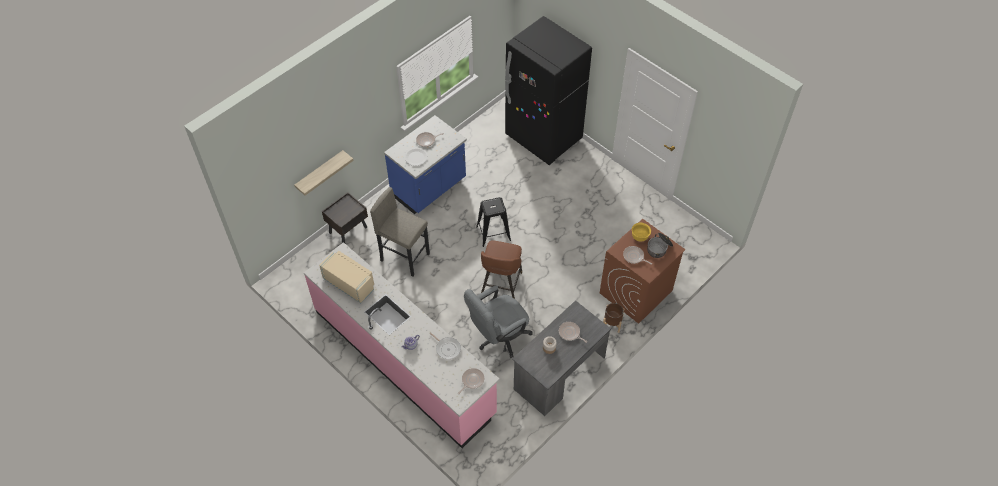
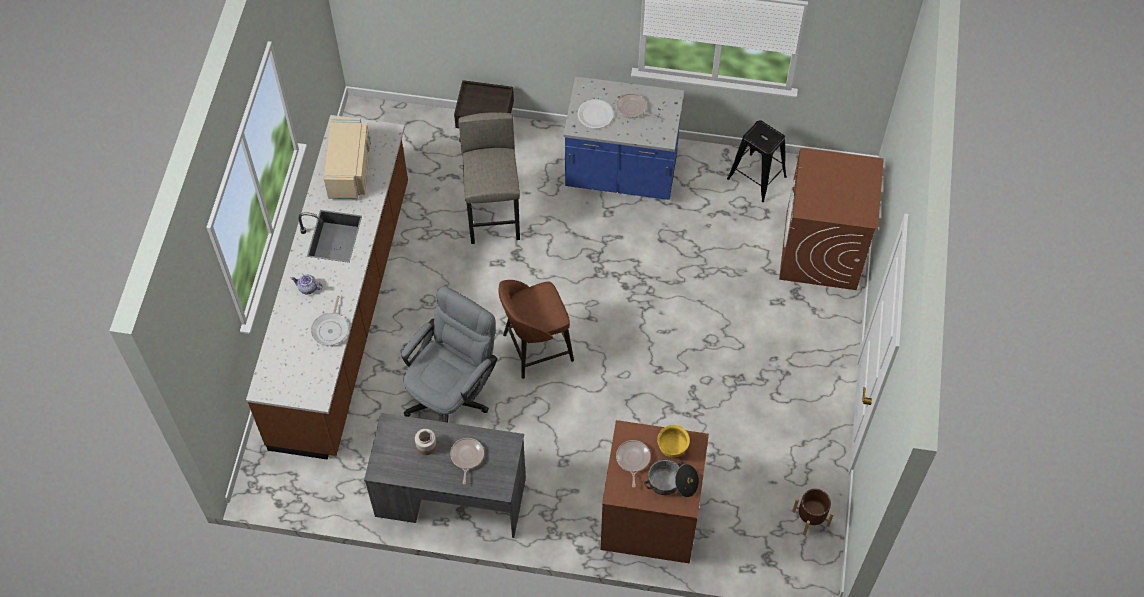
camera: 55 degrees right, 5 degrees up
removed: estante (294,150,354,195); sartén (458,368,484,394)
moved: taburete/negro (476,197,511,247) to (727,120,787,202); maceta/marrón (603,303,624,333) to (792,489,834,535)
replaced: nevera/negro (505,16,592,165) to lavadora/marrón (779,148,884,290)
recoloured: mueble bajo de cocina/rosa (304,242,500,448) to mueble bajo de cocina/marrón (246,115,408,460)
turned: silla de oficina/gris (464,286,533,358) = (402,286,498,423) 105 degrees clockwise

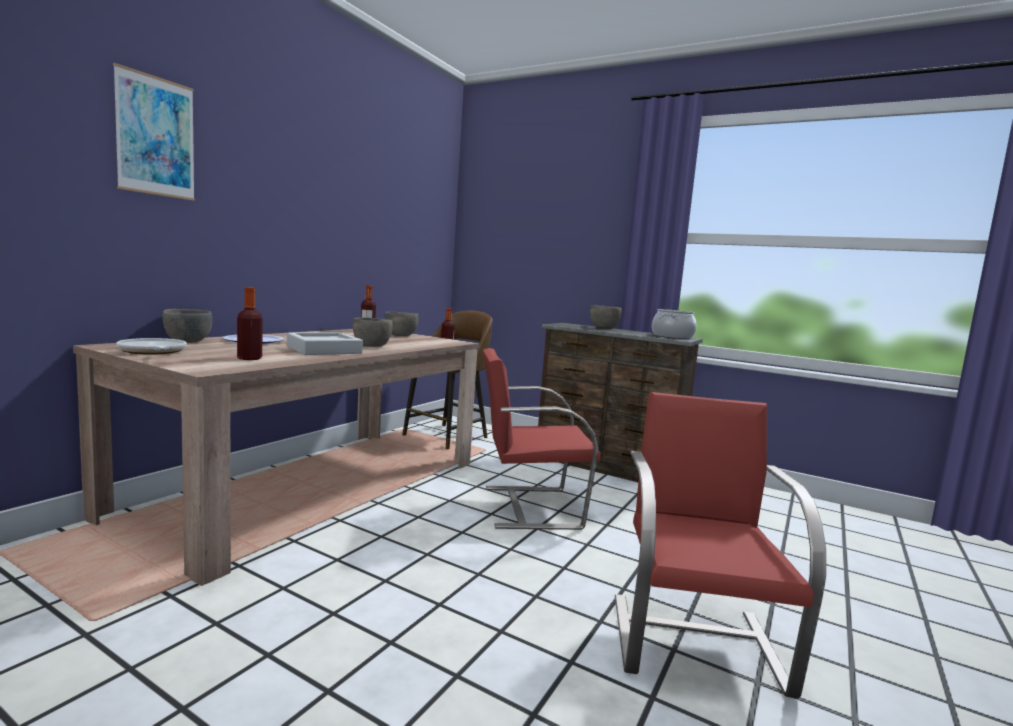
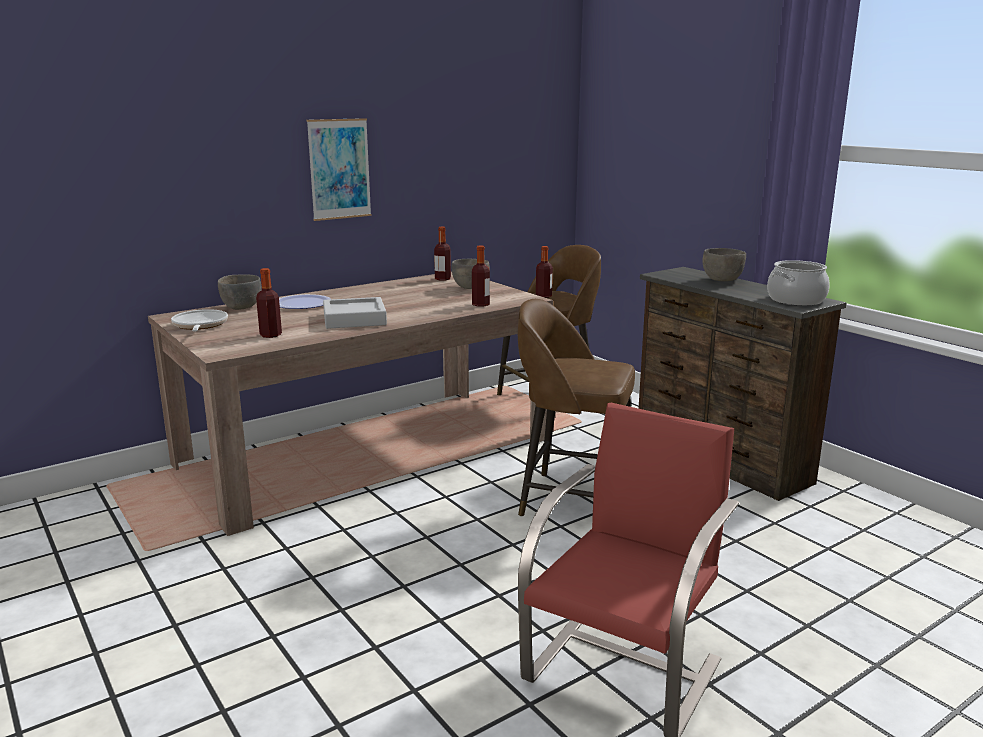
camera: 25 degrees right, 10 degrees up
removed: cuenco/gris (353,317,393,347)
added: botella (472,245,490,307)
moved: cuadro (113,63,195,201) to (307,118,372,221)
replaced: silla/rojo (483,348,601,530) to taburete/marrón (518,299,635,516)

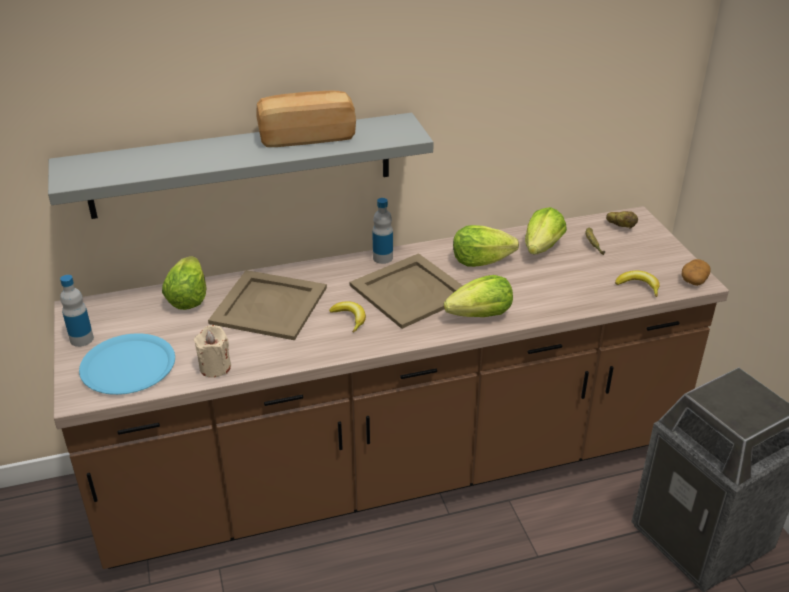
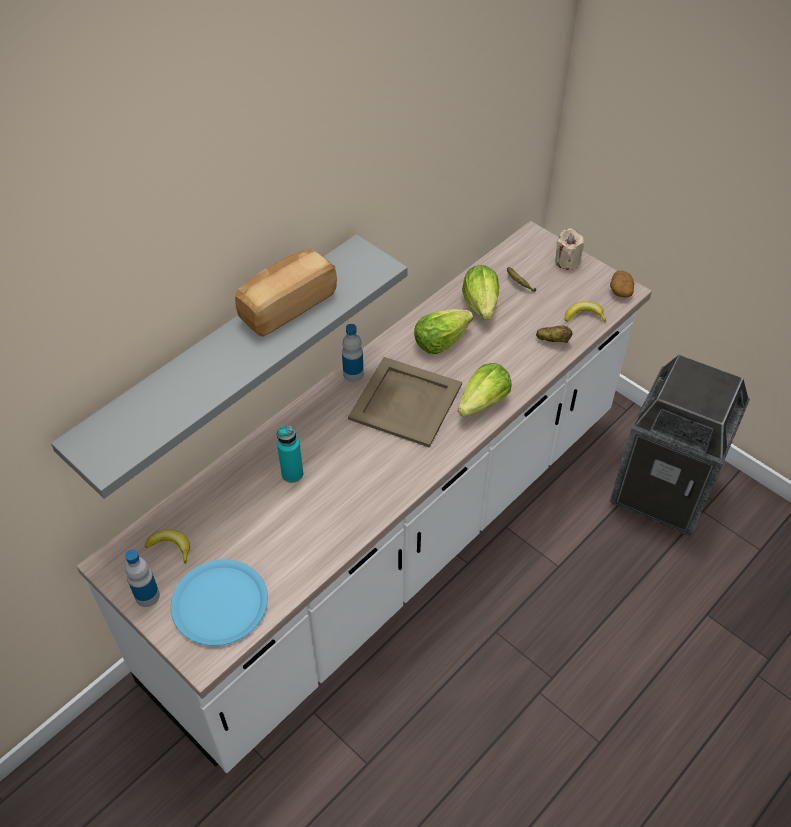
camera: 30 degrees left, 15 degrees up
removed: lechuga (162,256,207,310)
moved: plátano (329,301,366,333) to (145,529,190,564); patata (606,211,638,229) to (536,326,573,343); vela/beis (194,325,231,377) to (555,228,584,270)
replaced: bandeja/beis (208,270,327,340) to botella/turquesa (277,426,303,483)
recoloured: mueble bajo de cocina/marrón (54,206,729,569) to mueble bajo de cocina/blanco (76,221,652,773)

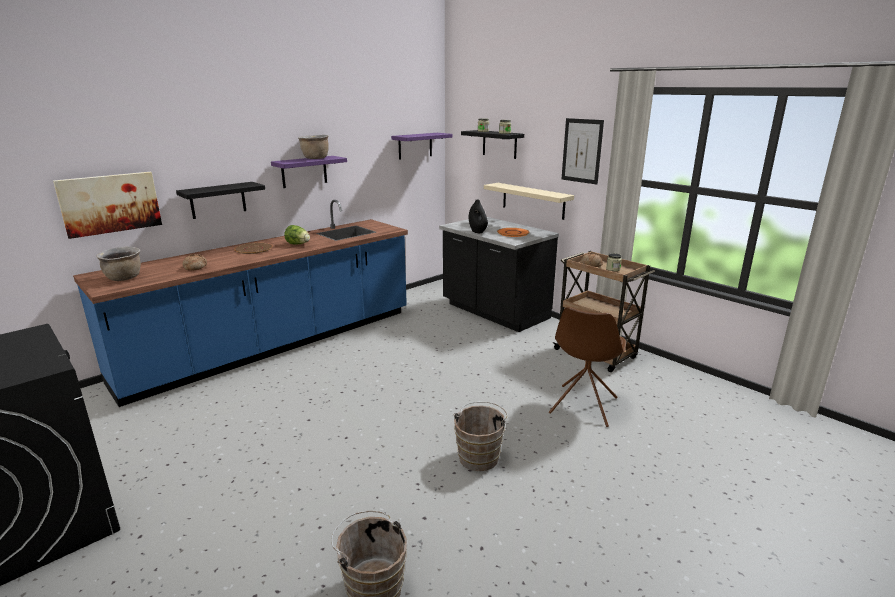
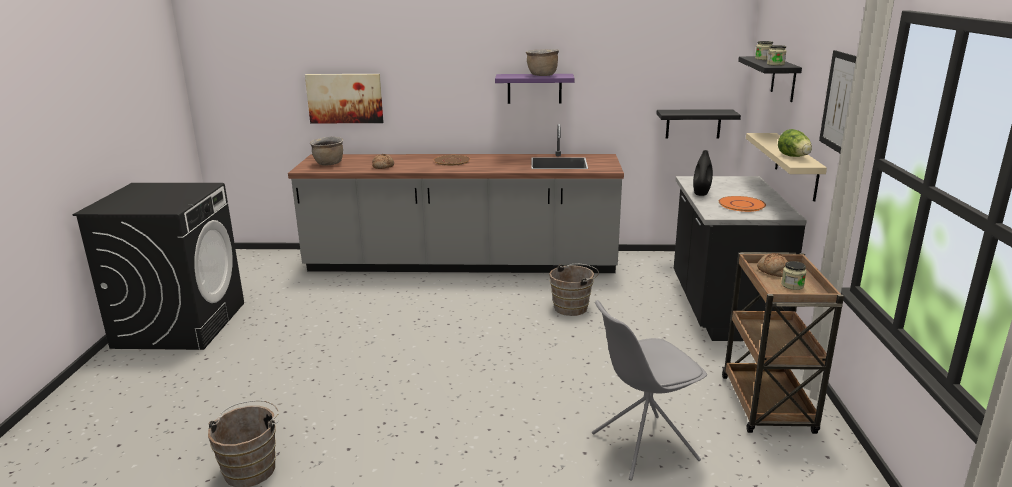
camera: 45 degrees right, 0 degrees up
removed: estante/morado (391,133,452,160)
moved: cubo/marrón (453,402,509,471) to (549,264,599,316); estante/negro (176,182,265,219) to (656,109,741,139); lechuga (284,225,310,245) to (778,129,812,157)
recoloured: mueble bajo de cocina/azul (73,200,408,407) to mueble bajo de cocina/gris (288,124,624,273); silla/marrón (549,307,626,427) to silla/gris (592,300,707,481)

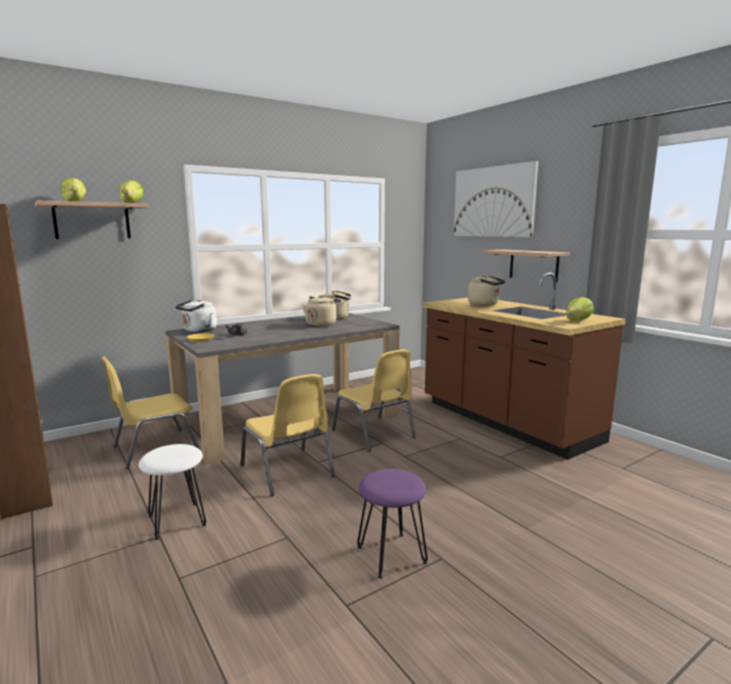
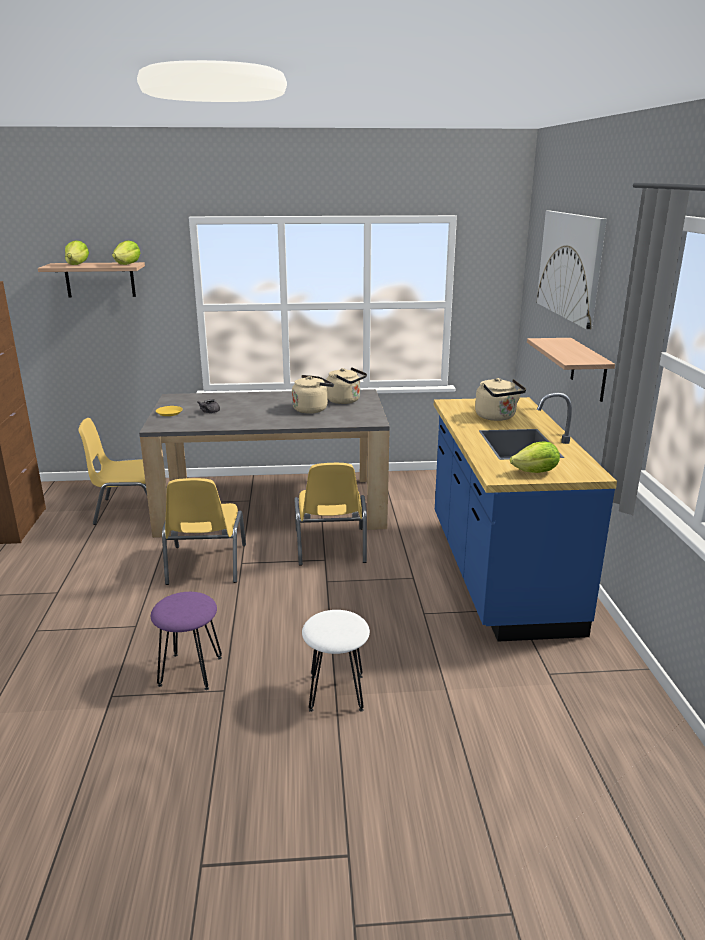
camera: 30 degrees right, 10 degrees up
removed: hervidor/blanco (175,299,217,332)
moved: taburete/blanco (139,444,206,540) to (302,610,370,712)
recoloured: mueble bajo de cocina/marrón (423,272,626,460) to mueble bajo de cocina/azul (434,392,617,642)

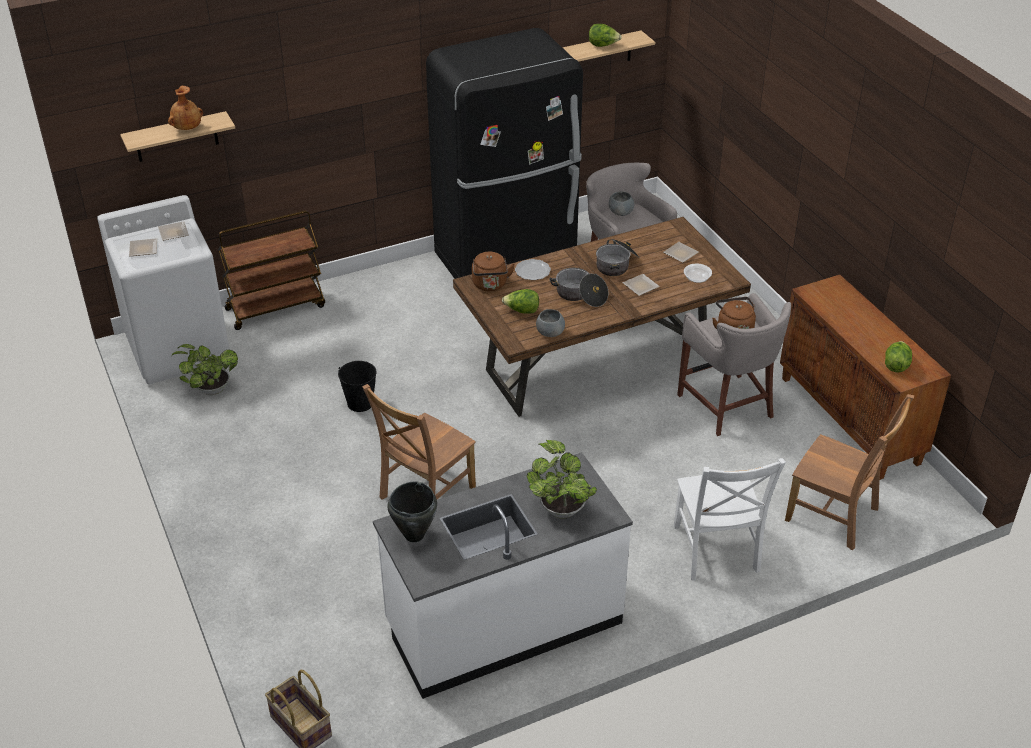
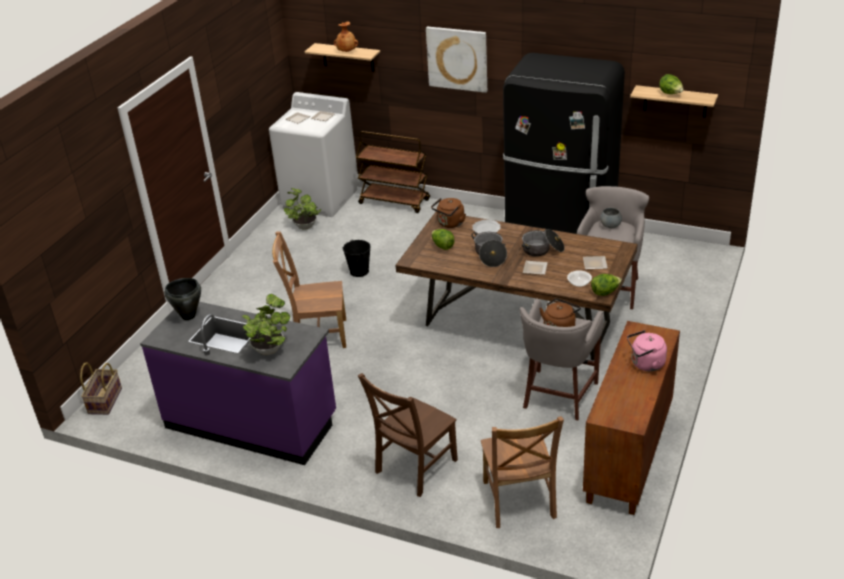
camera: 50 degrees right, 5 degrees down
removed: cuenco/gris (536,309,565,337)
added: cuadro (426,27,487,93); hervidor/rosa (627,330,667,371)
moved: lechuga (885,341,912,372) to (591,274,622,296)
recoloured: mueble bajo de cocina/blanco (373,452,633,699) to mueble bajo de cocina/morado (140,302,336,465); silla/blanco (674,458,786,581) to silla/marrón (358,373,458,497)

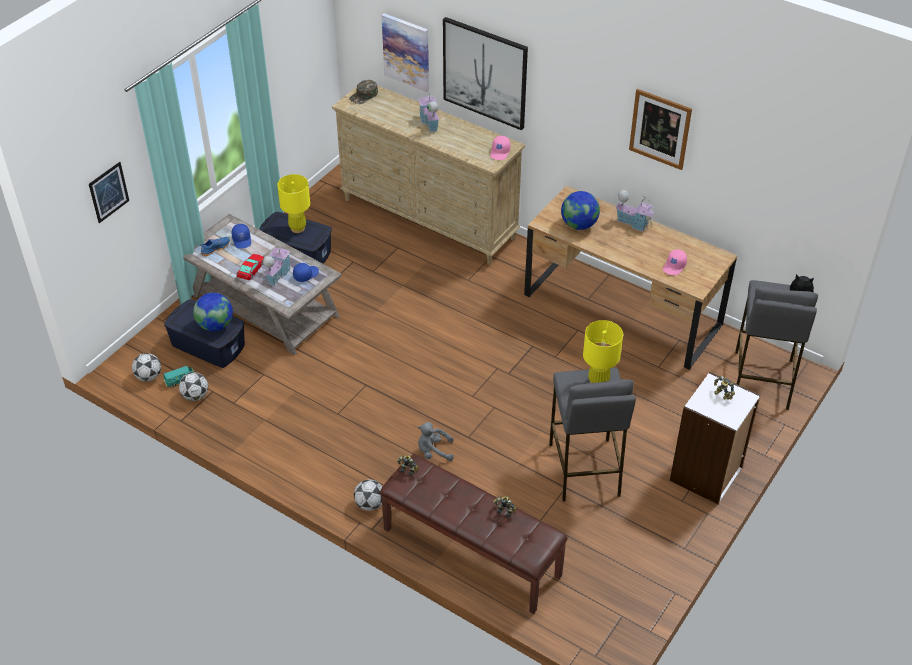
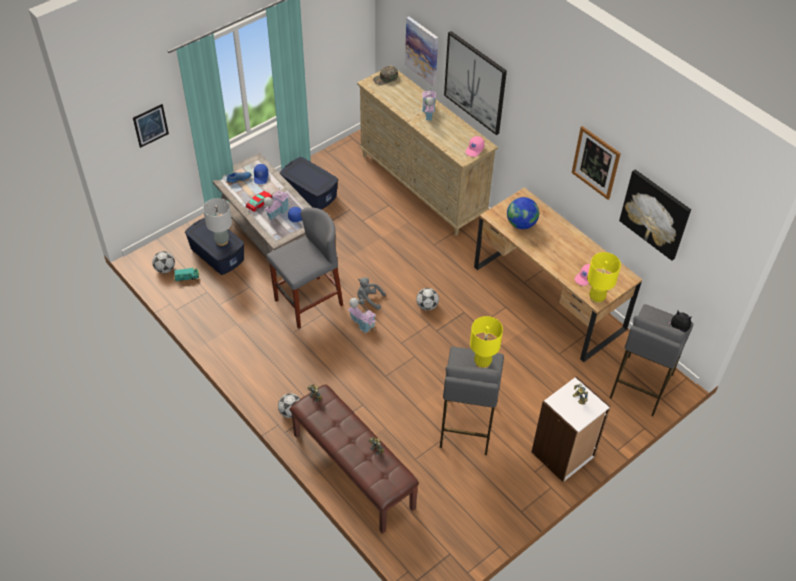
camera: 15 degrees right, 5 degrees up
added: taburete/gris (267,207,343,329); cuadro (619,170,691,261)
moved: casita (615,190,655,232) to (348,298,377,333); peluche/gris (418,422,454,461) to (357,277,386,310); balón de fútbol (179,372,208,401) to (416,288,439,311); lámpara de mesa/amarillo (277,174,310,233) to (587,252,621,304)
replaced: globo terráqueo (193,293,233,331) to lámpara de mesa/gris (203,198,232,246)

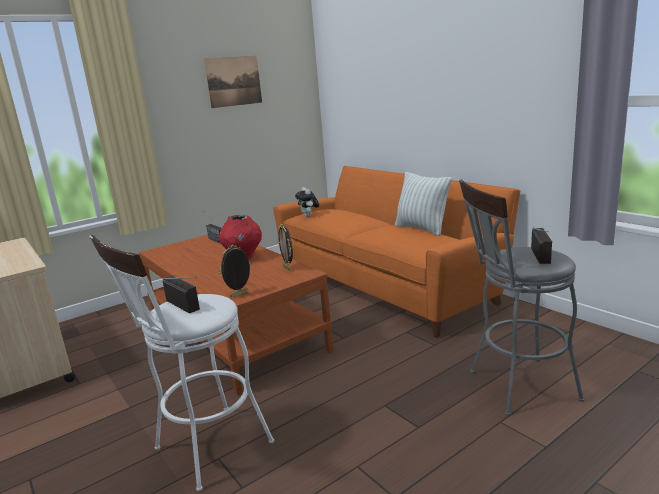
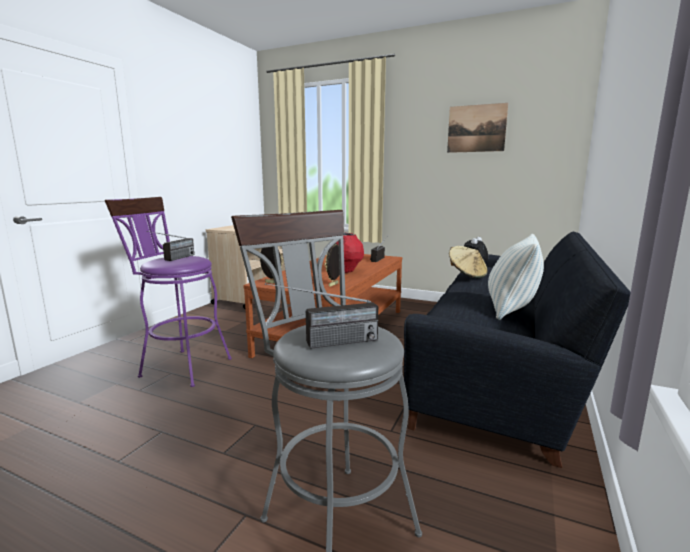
camera: 60 degrees right, 5 degrees down
added: sombrero/beis (449,246,488,278)
recoloured: taburete/blanco (89,235,274,491) to taburete/morado (105,197,232,387); sofá/naranja (273,166,520,338) to sofá/negro (404,231,631,468)

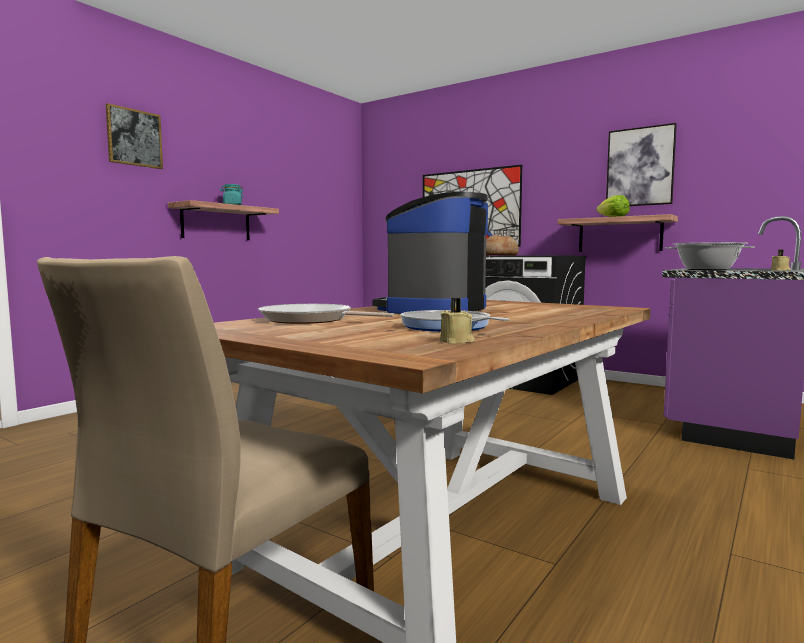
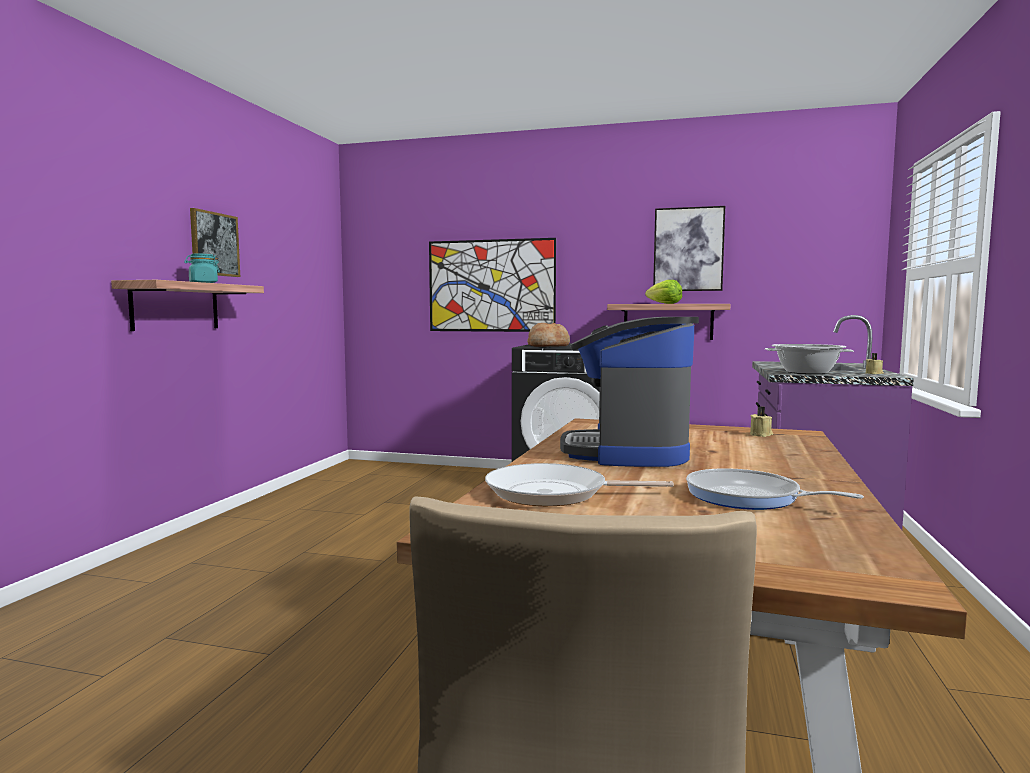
camera: 20 degrees left, 0 degrees up
moved: cuadro (106,103,163,169) to (190,208,240,277); vela/beis (439,298,475,344) to (750,406,773,437)

